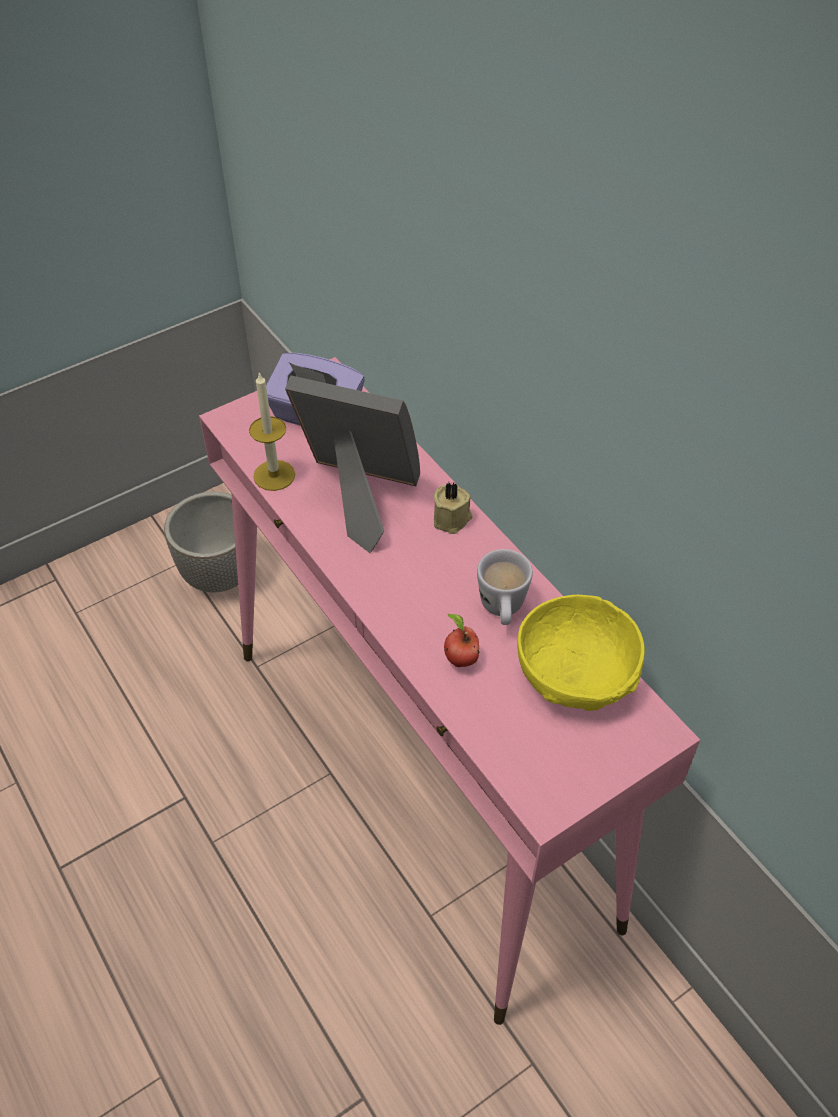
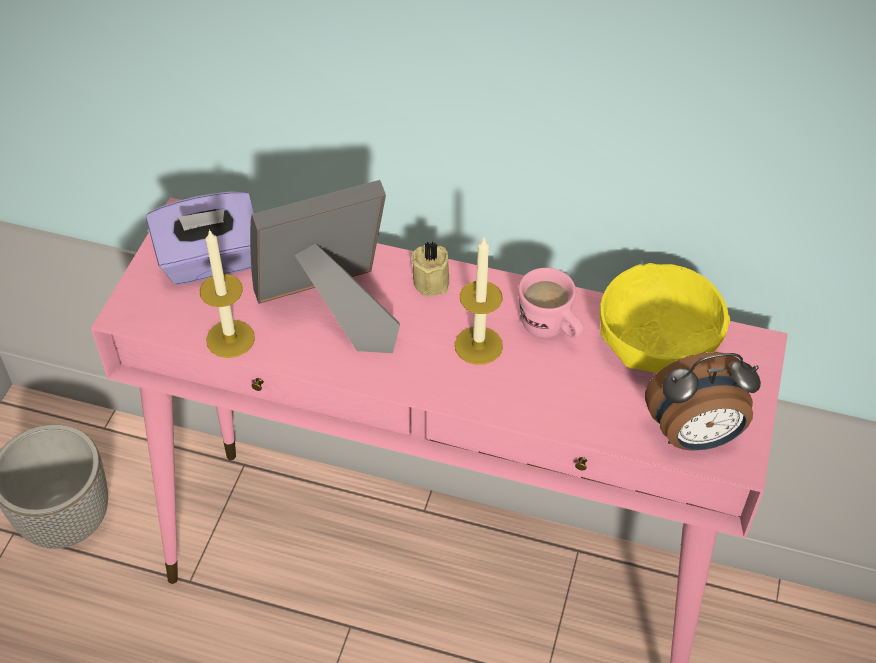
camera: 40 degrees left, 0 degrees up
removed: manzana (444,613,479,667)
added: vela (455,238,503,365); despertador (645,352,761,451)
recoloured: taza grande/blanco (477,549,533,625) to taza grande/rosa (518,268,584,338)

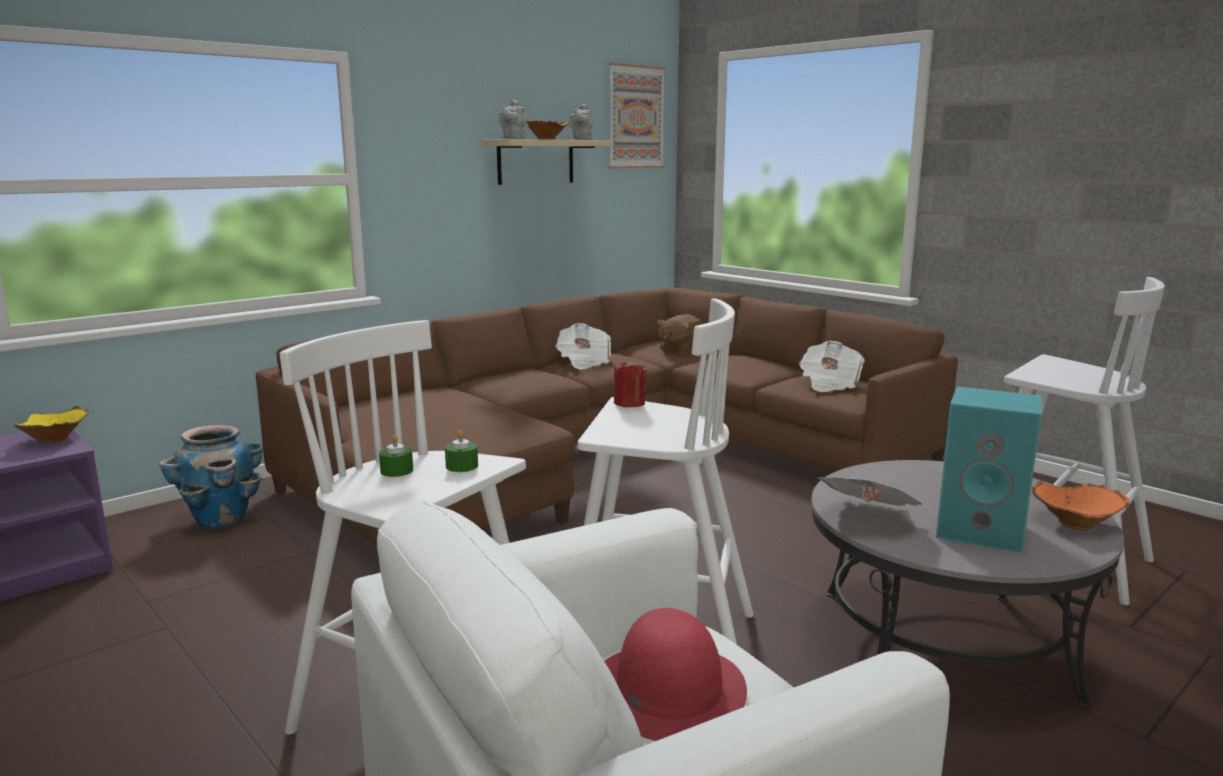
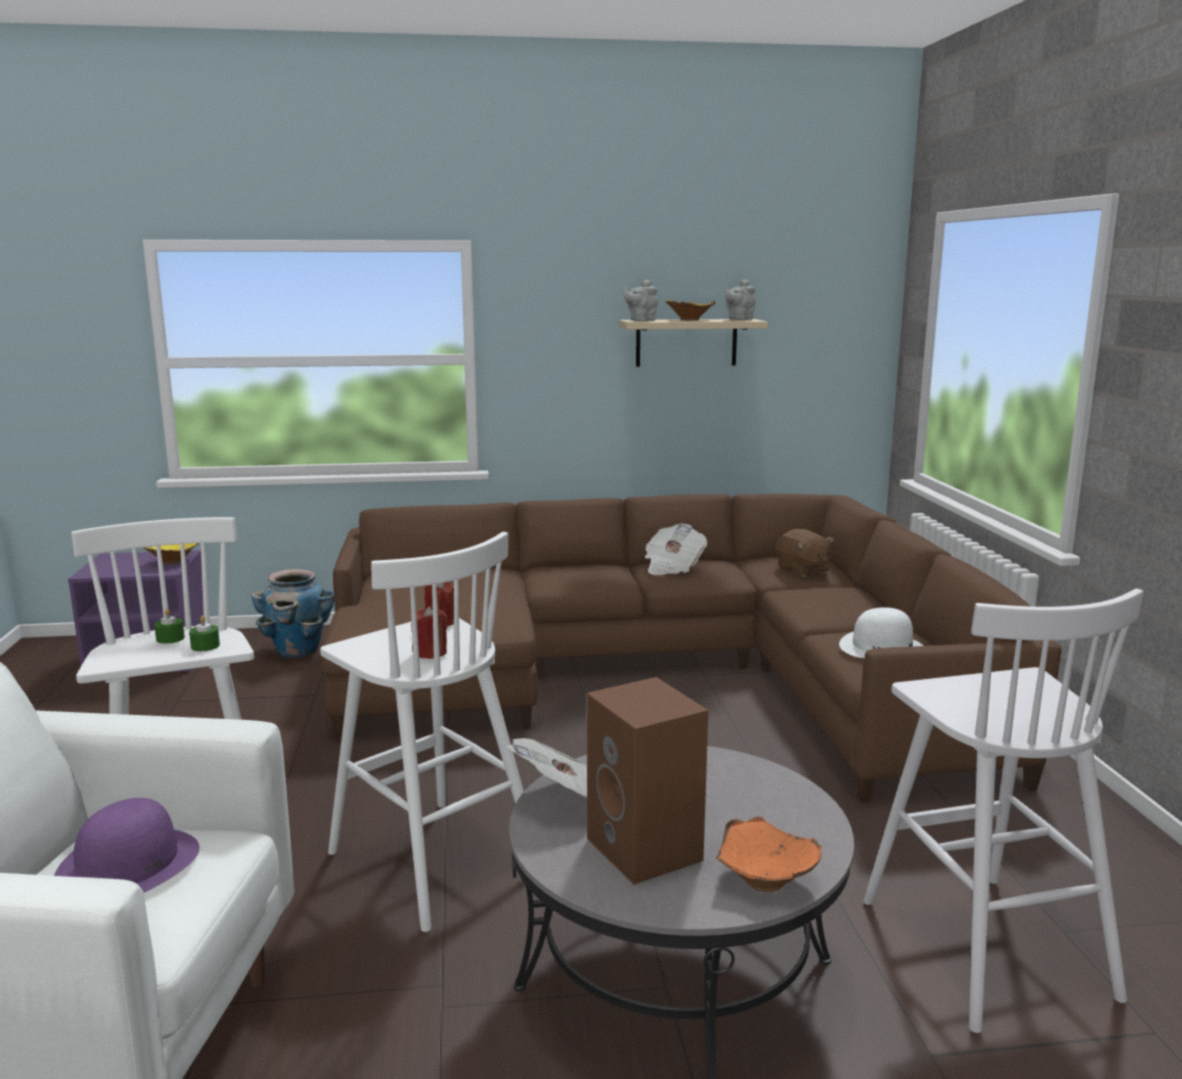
camera: 35 degrees right, 0 degrees up
removed: cuadro (609,63,665,169)
added: vela/rojo (411,606,448,659)
replaced: periódico (799,341,865,392) to sombrero/blanco (839,607,923,658)
recoloured: sombrero/rojo (604,608,747,741) to sombrero/morado (54,798,200,893); altavoz/turquesa (936,386,1042,553) to altavoz/marrón (587,677,708,885)
turned: peluche/marrón (657,314,703,354) = (776,528,834,577) 105 degrees counterclockwise

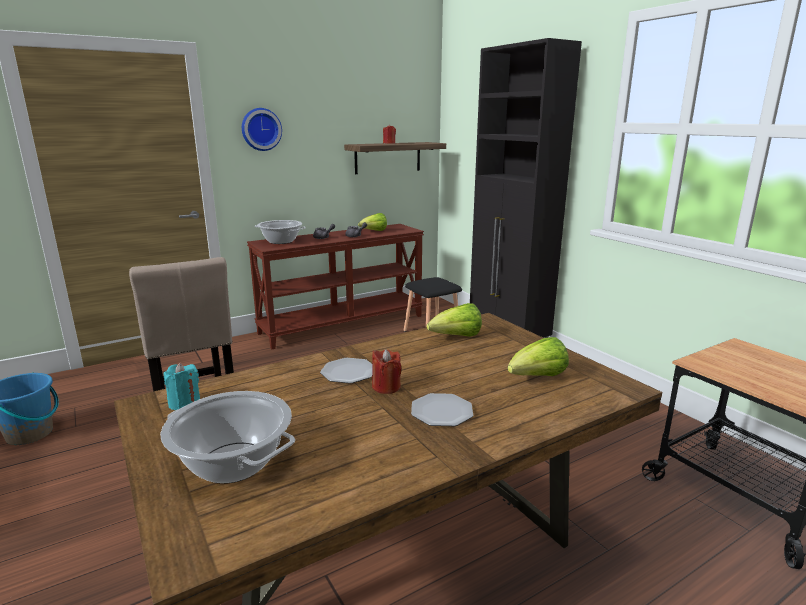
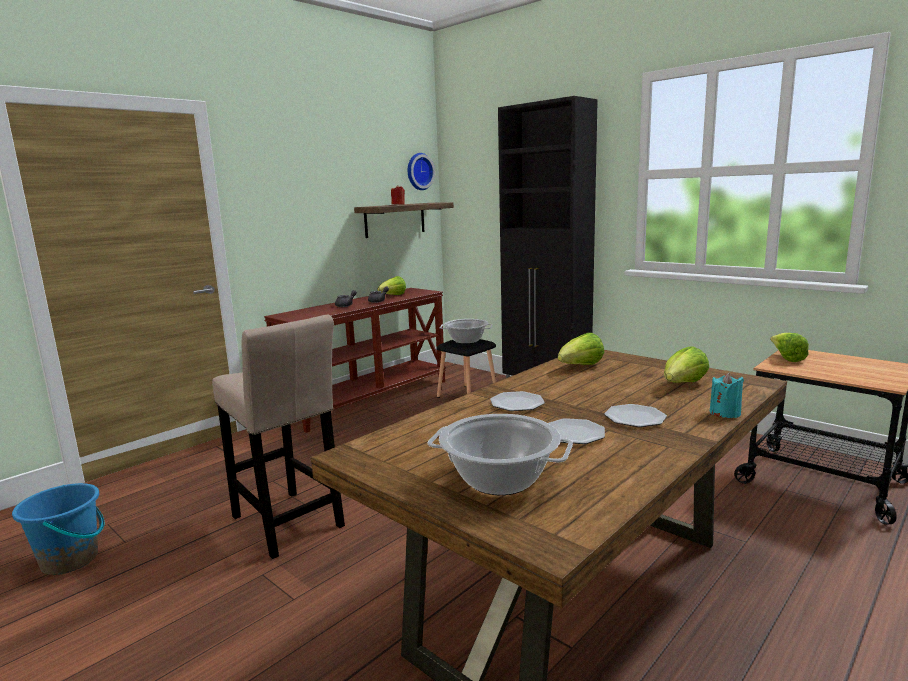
camera: 15 degrees left, 5 degrees down
removed: vela/rojo (372,349,402,394)
added: plato (549,418,605,444); lechuga (770,333,809,362)
moved: reloj de pared (242,108,282,151) to (408,153,435,190); olla (255,220,306,244) to (440,319,493,344); vela/turquesa (164,363,200,410) to (710,372,744,418)

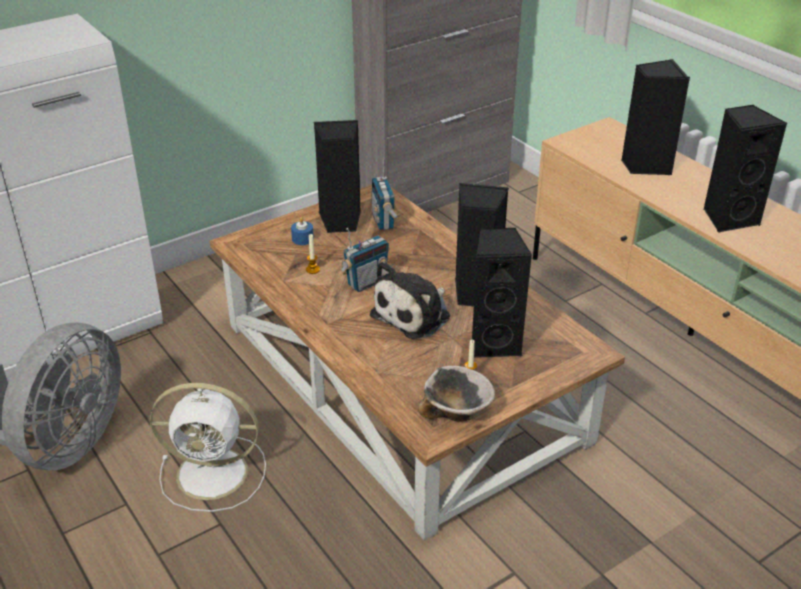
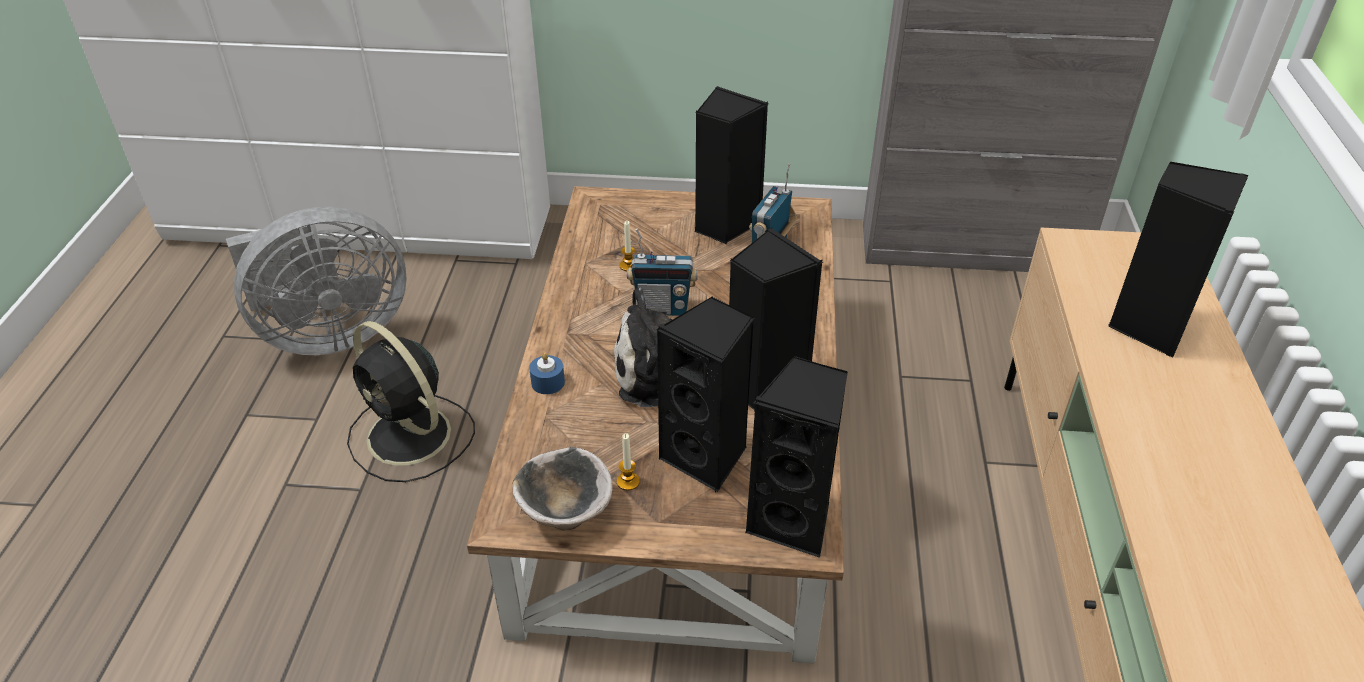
camera: 40 degrees right, 5 degrees up
moved: vela/azul (291,217,314,245) to (529,353,565,394); altavoz/negro (703,105,787,232) to (745,356,848,558)
recoloured: ventilador/blanco (150,383,266,512) to ventilador/negro (347,321,475,482)

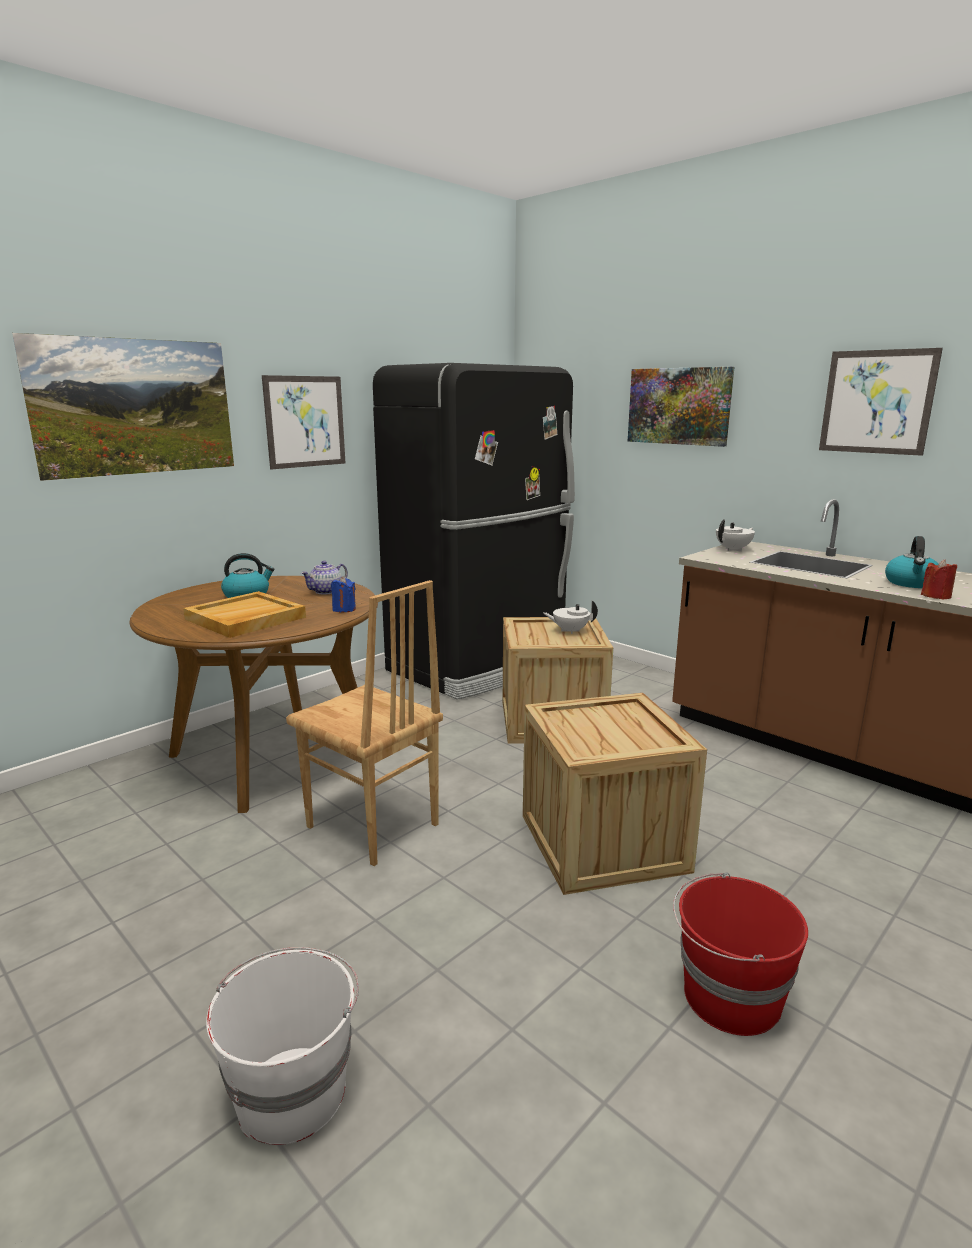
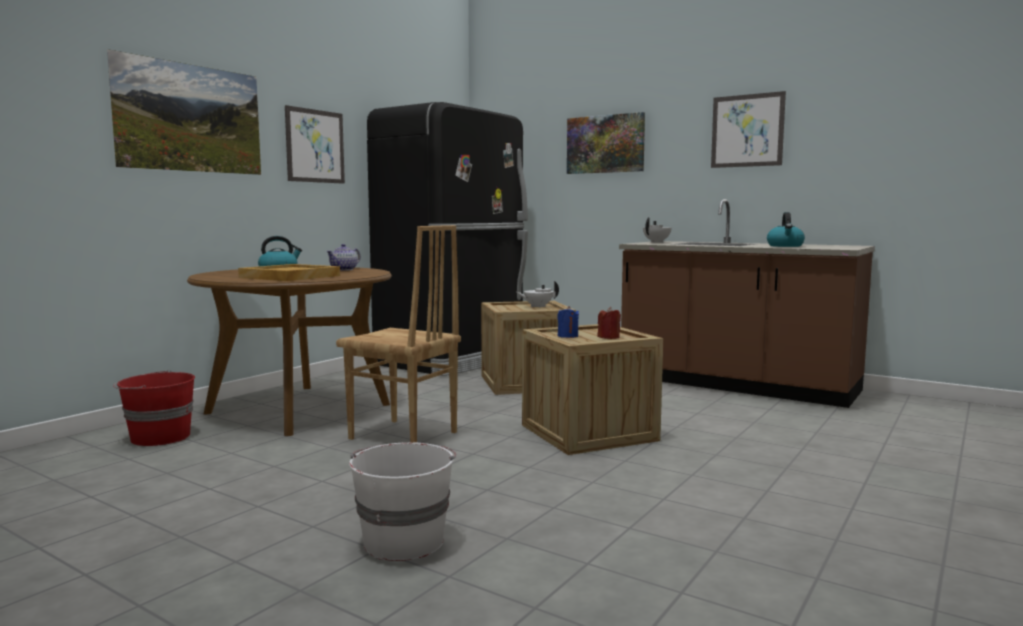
camera: 10 degrees left, 10 degrees down
moved: cubo/rojo (673,873,808,1036) to (113,370,195,446); vela/azul (331,577,356,613) to (557,306,579,338); vela/rojo (921,559,957,599) to (597,307,621,339)

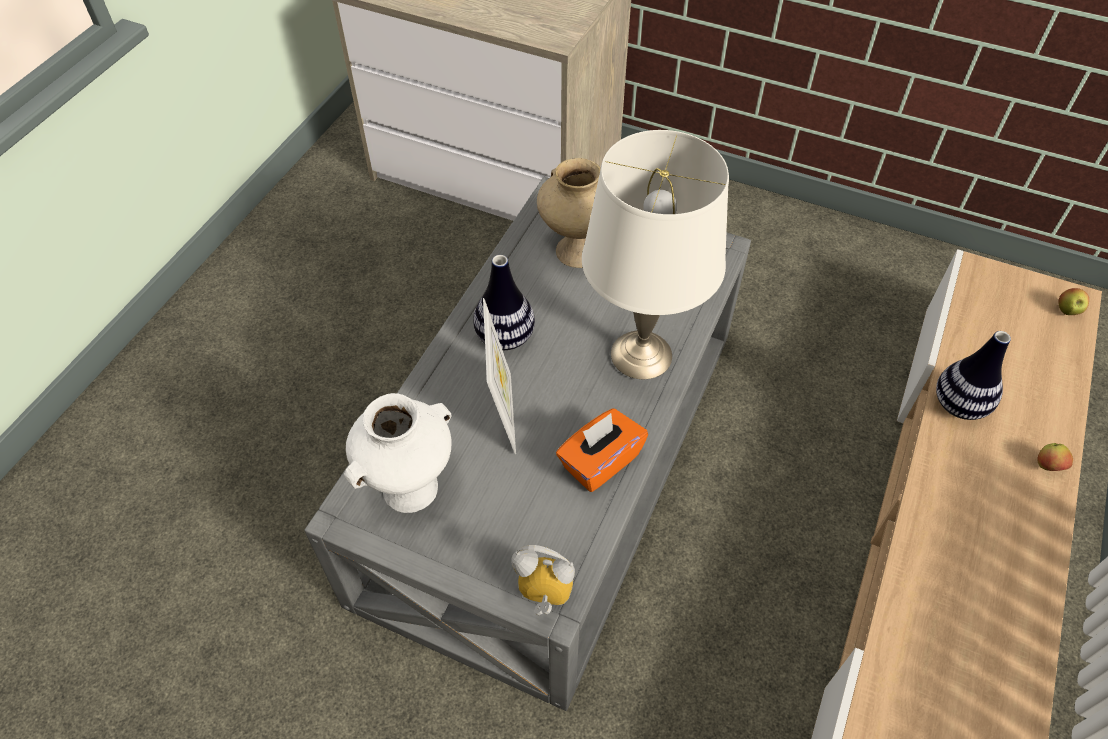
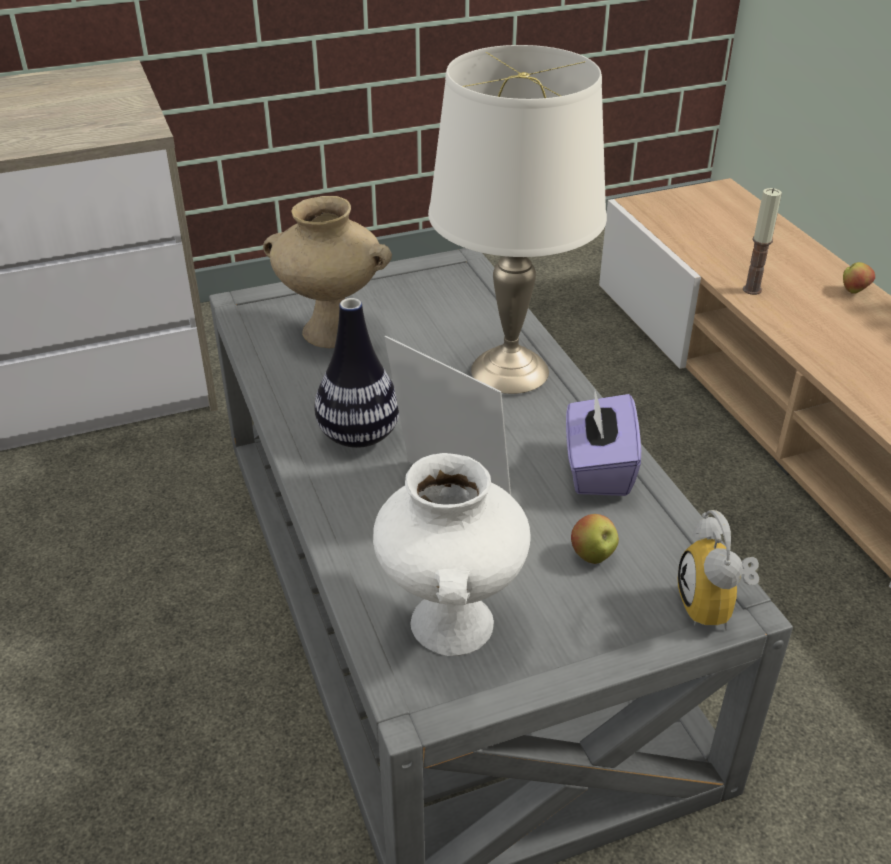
camera: 45 degrees left, 15 degrees down
moved: manzana (1058,288,1089,315) to (571,514,619,564)
replaced: florero (936,331,1011,420) to vela (743,188,782,295)
recoloured: caja de pañuelos/naranja (556,408,648,492) to caja de pañuelos/morado (566,391,641,496)
turned: despertador (511,545,575,615) = (677,510,759,630) 60 degrees counterclockwise

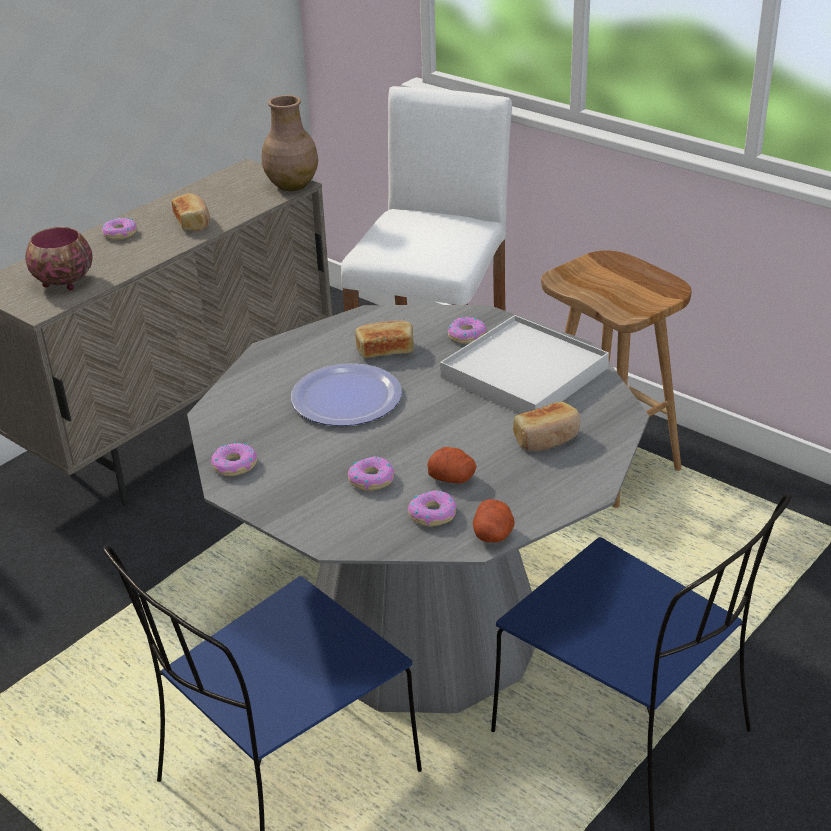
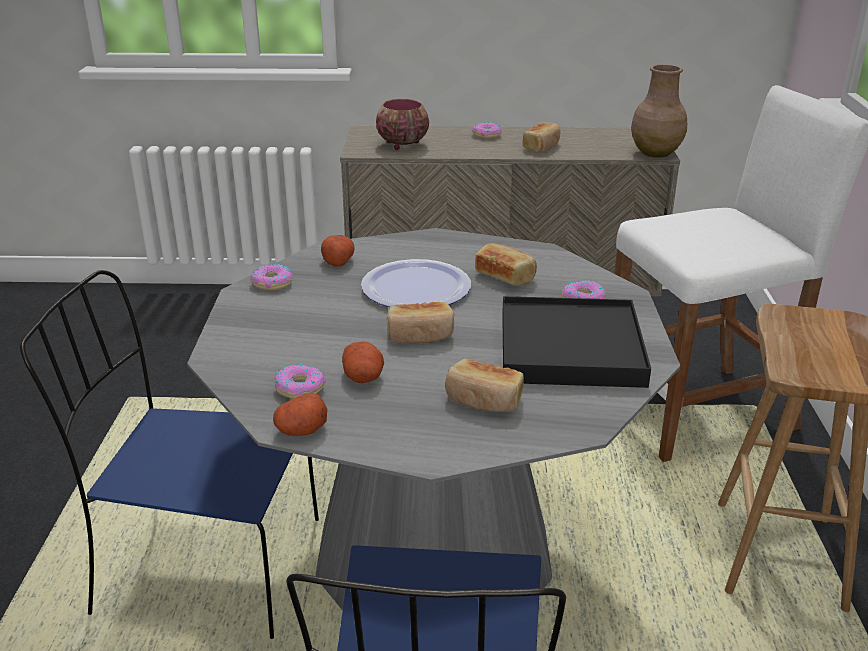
camera: 50 degrees right, 5 degrees down
removed: rosquilla (348,456,394,491)
added: patata (321,235,355,266); pan (387,302,454,344)
recoloured: bandeja/blanco (440,315,609,414) to bandeja/negro (502,296,651,388)

